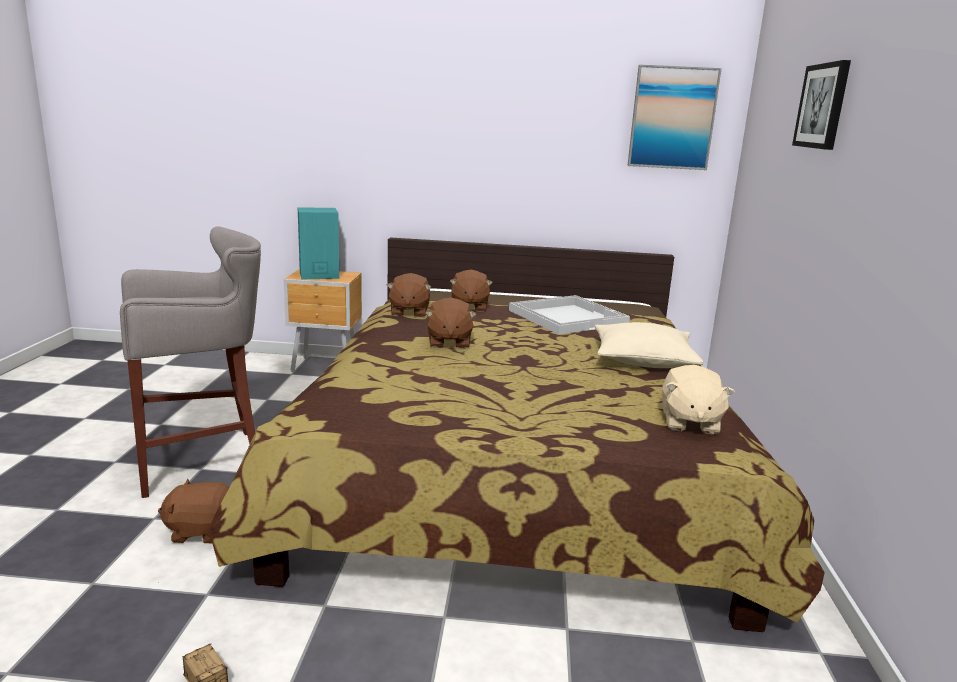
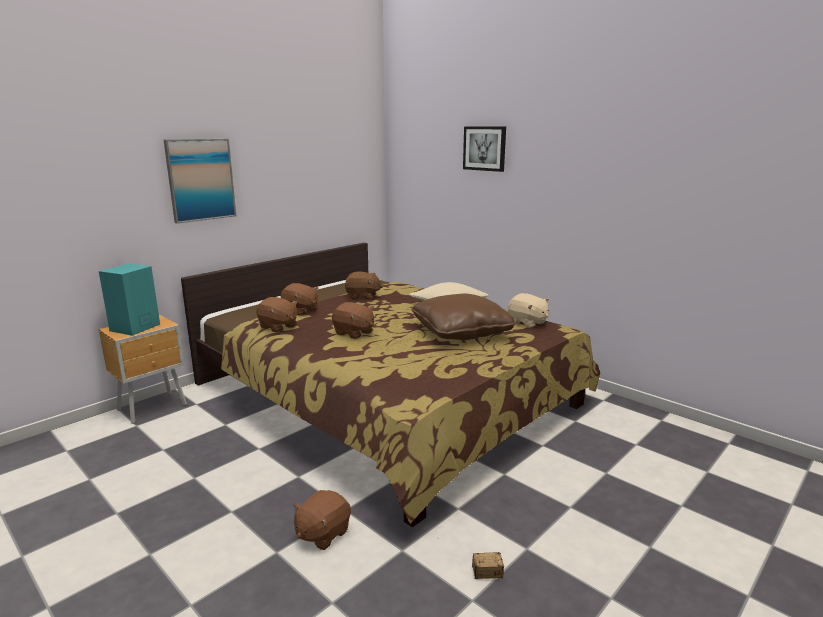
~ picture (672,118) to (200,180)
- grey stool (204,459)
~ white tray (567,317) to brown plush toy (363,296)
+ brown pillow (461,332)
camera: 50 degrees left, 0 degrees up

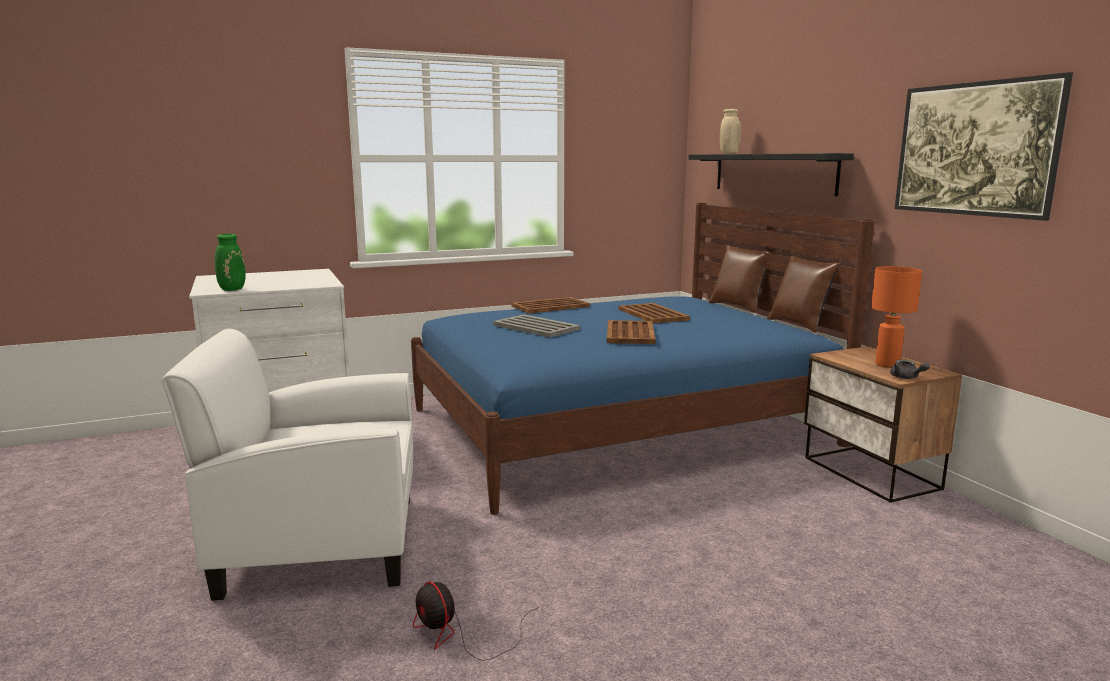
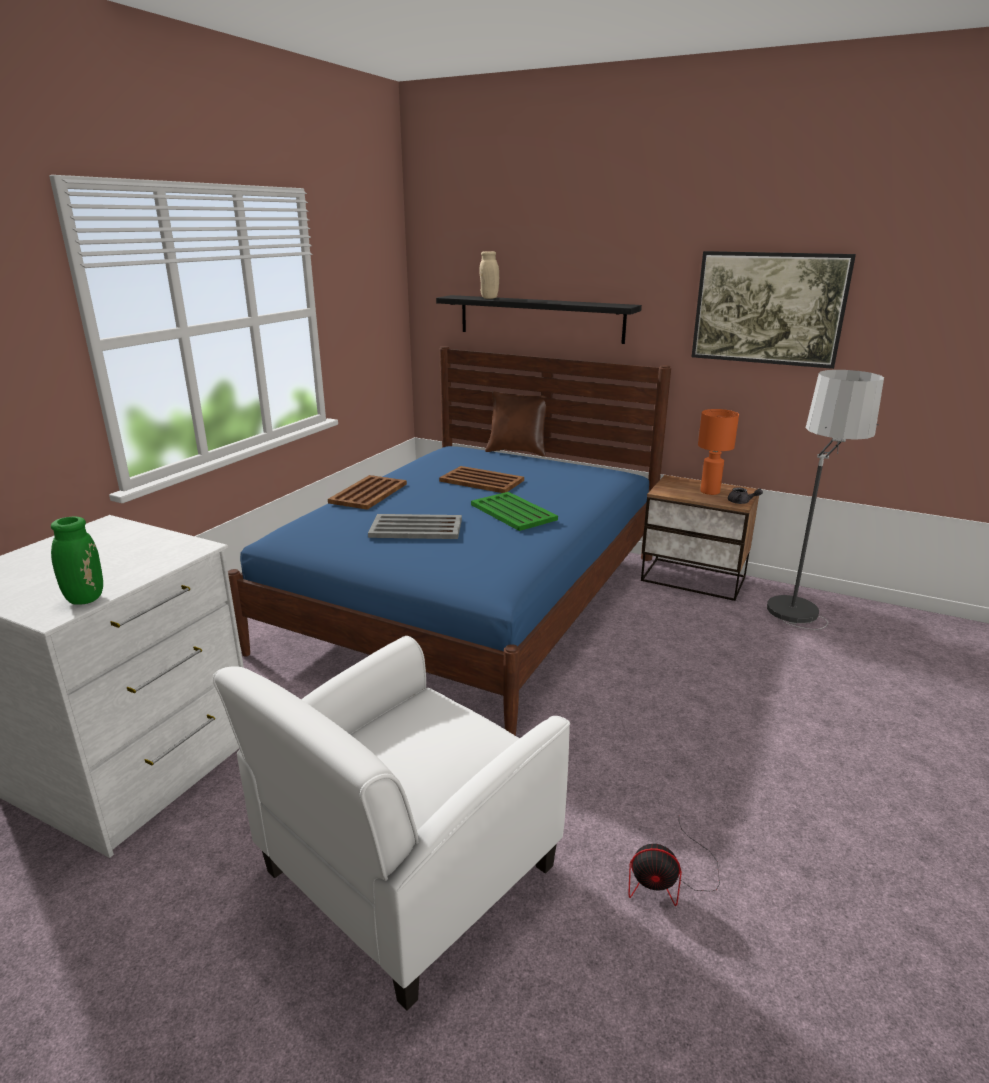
- brown pillow (800,325)
~ brown tray (630,333) to green tray (513,512)
+ floor lamp (795,632)
camera: 40 degrees left, 10 degrees up

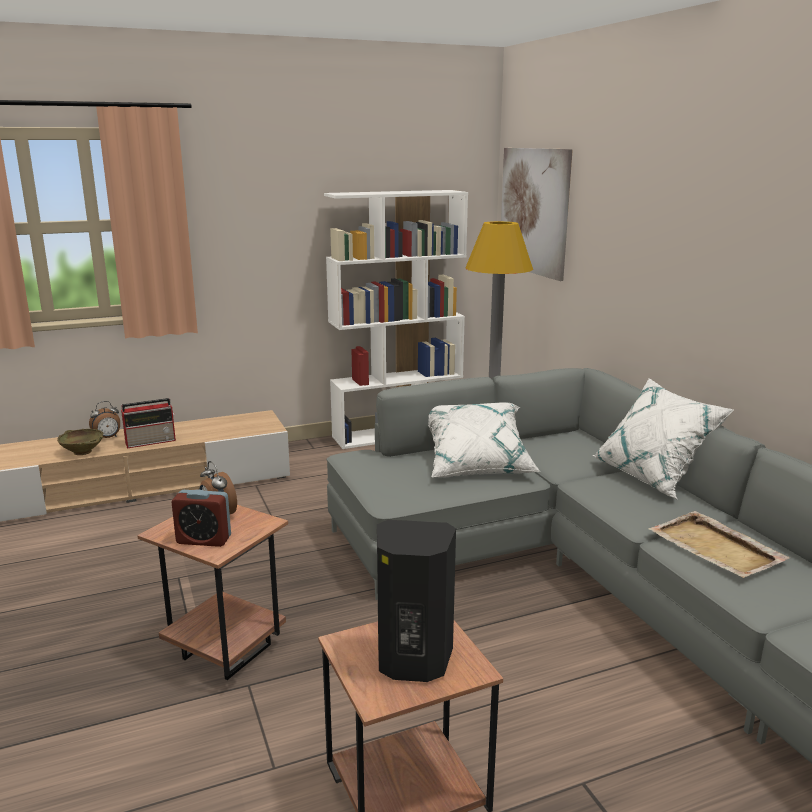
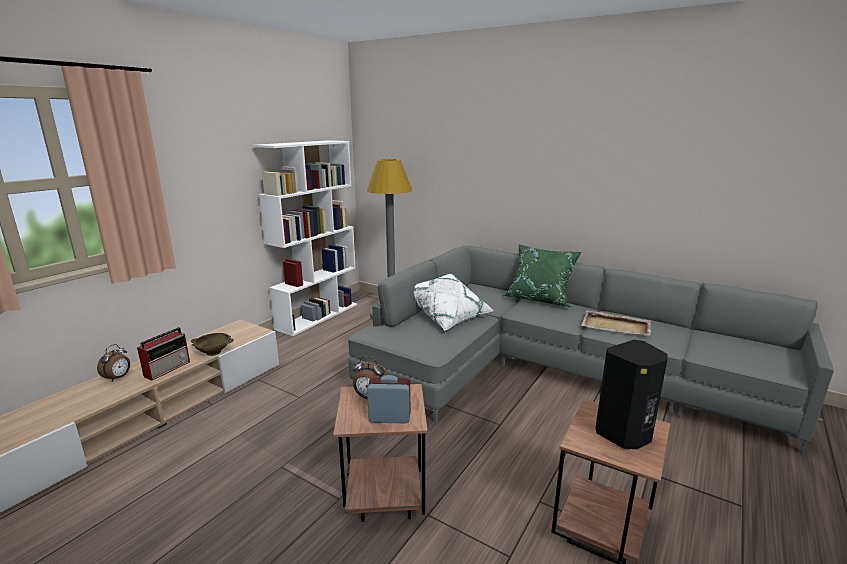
- picture (534,211)
~ white pillow (653,476) to green pillow (540,299)
~ beige bowl (82,452) to (213,352)
~ alarm clock (204,540) = (389,418) 150 degrees counterclockwise
camera: 35 degrees left, 0 degrees up

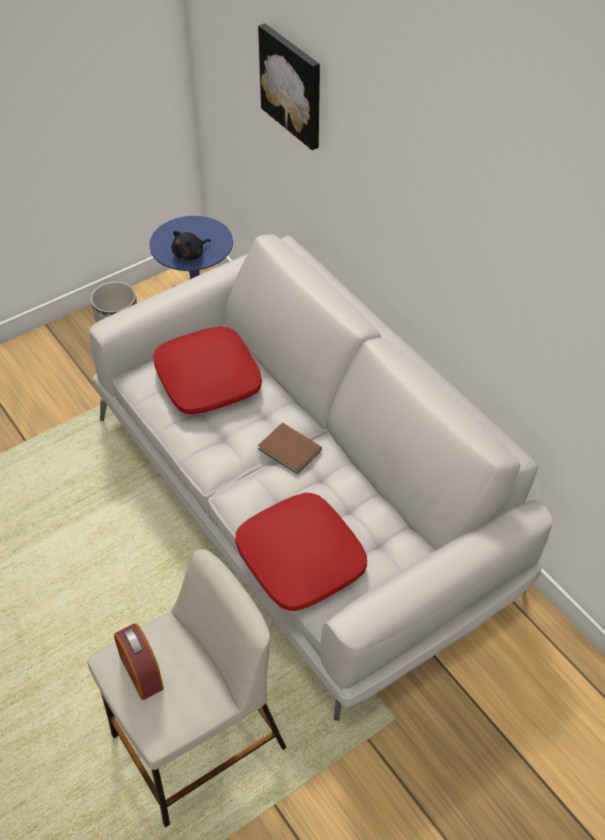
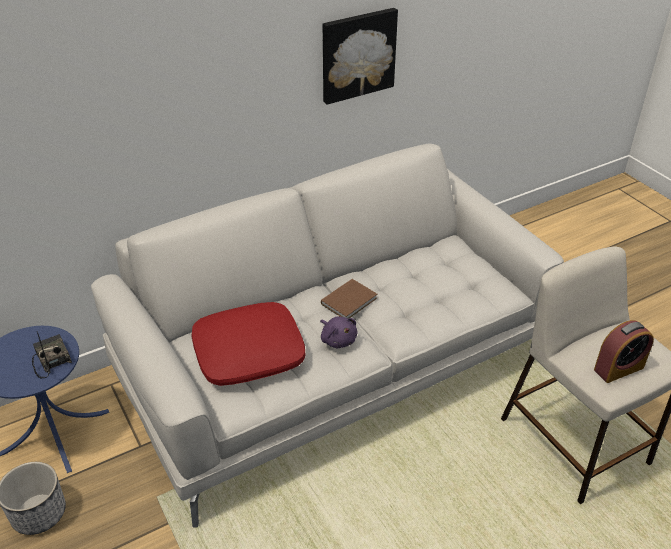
~ picture (293,85) to (357,55)
~ black plush toy (190,254) to radio (51,360)
- red pillow (301,559)
+ purple plush toy (338,339)
camera: 85 degrees left, 10 degrees down

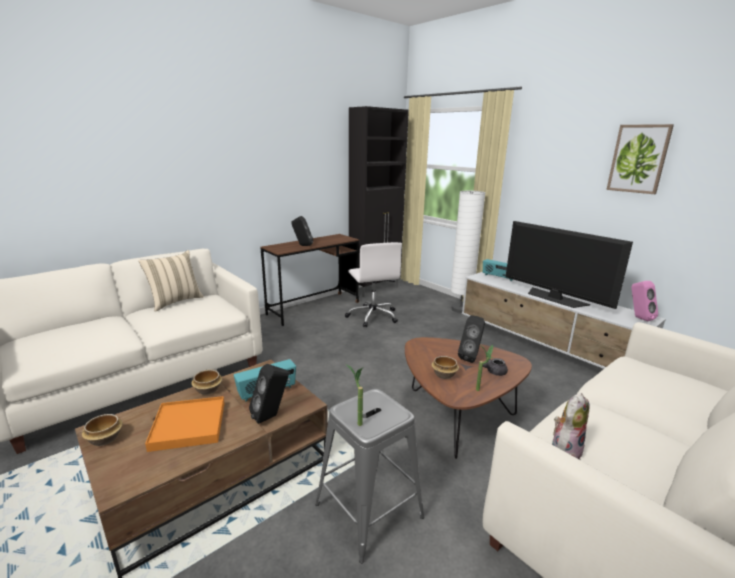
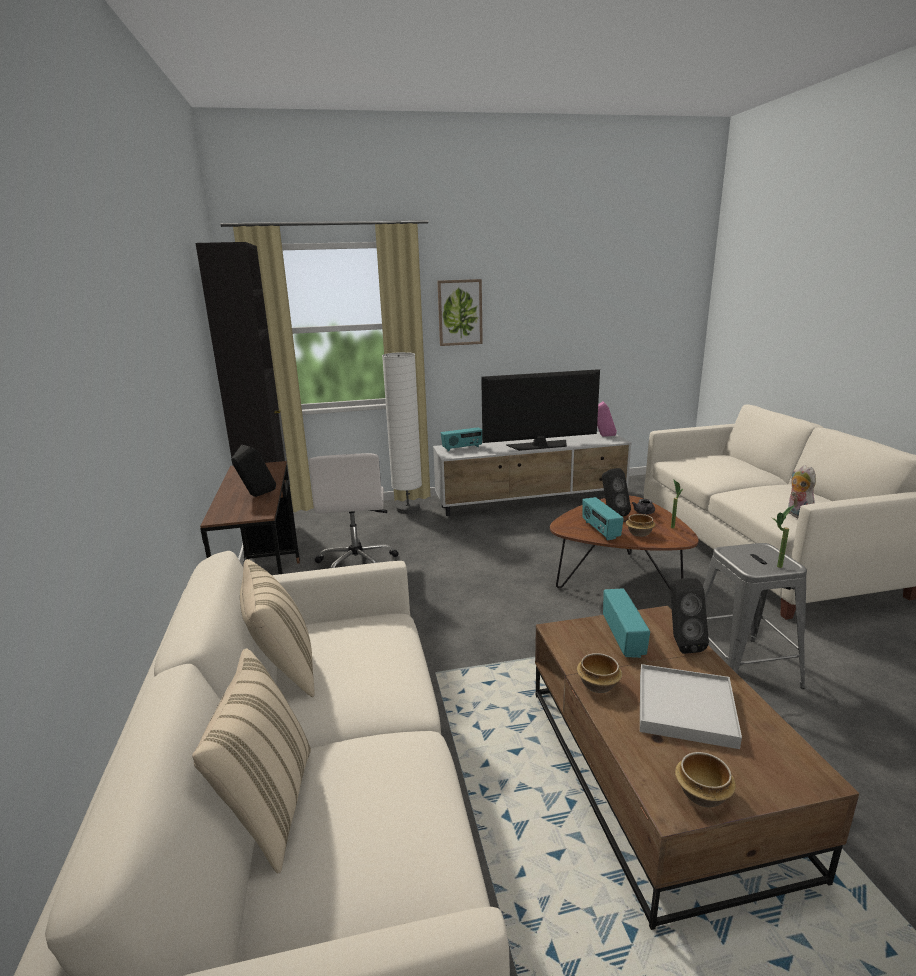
~ picture (638,159) to (460,312)
~ white office chair (372,316) = (357,563) 75 degrees clockwise
~ orange tray (188,426) to white tray (686,709)
+ radio (600,530)
+ beige pillow (268,807)
camera: 60 degrees left, 0 degrees up

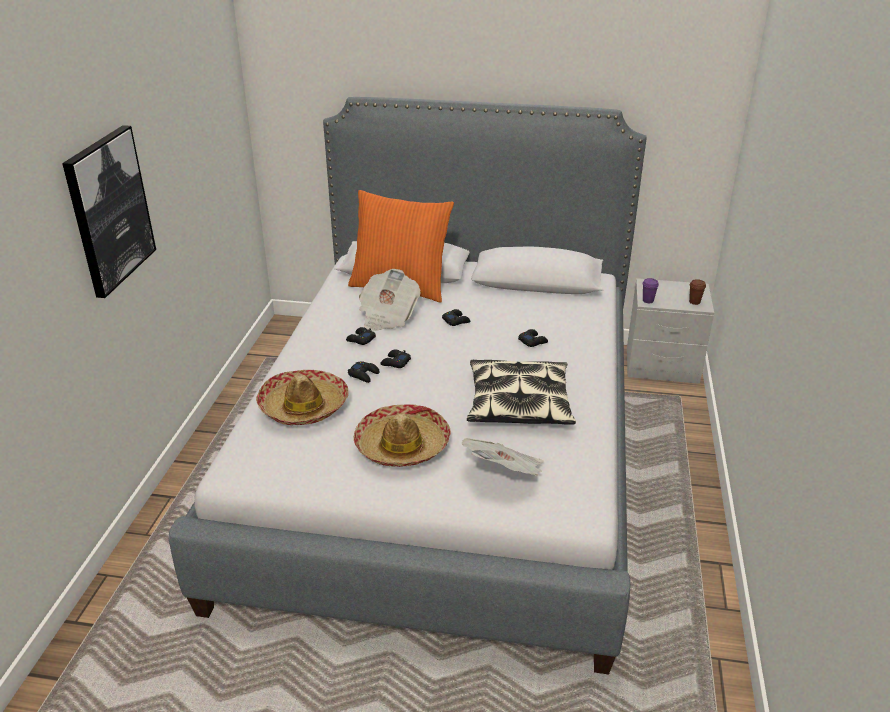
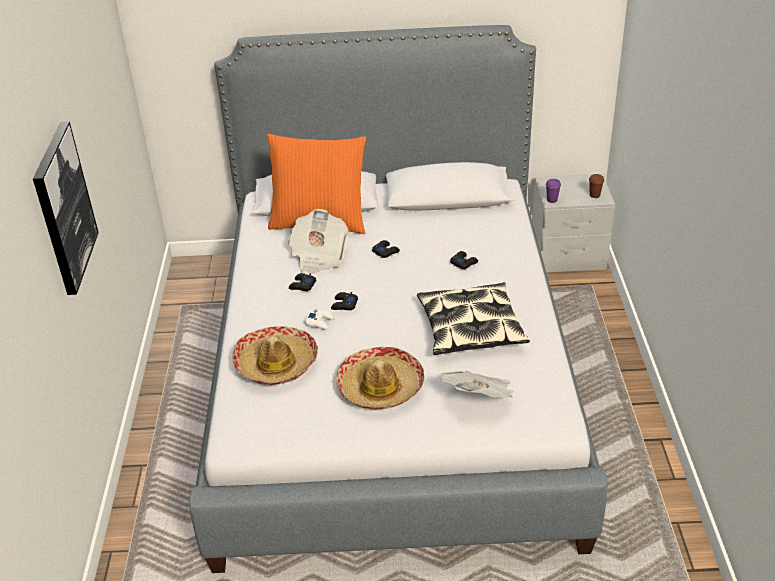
~ black game controller (364,375) to white game controller (319,322)
camera: 10 degrees left, 5 degrees up

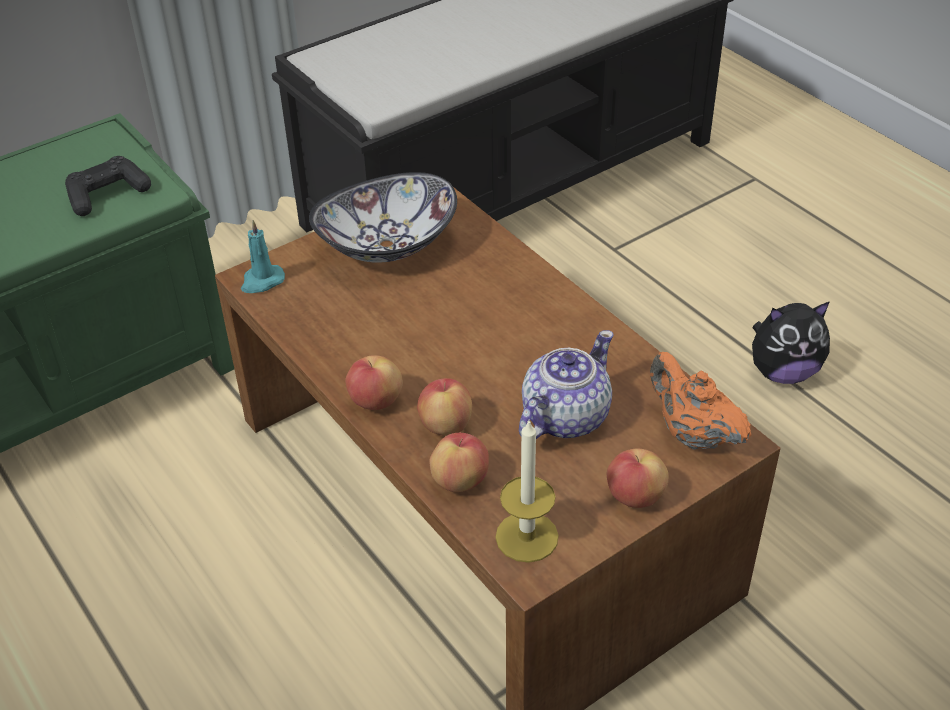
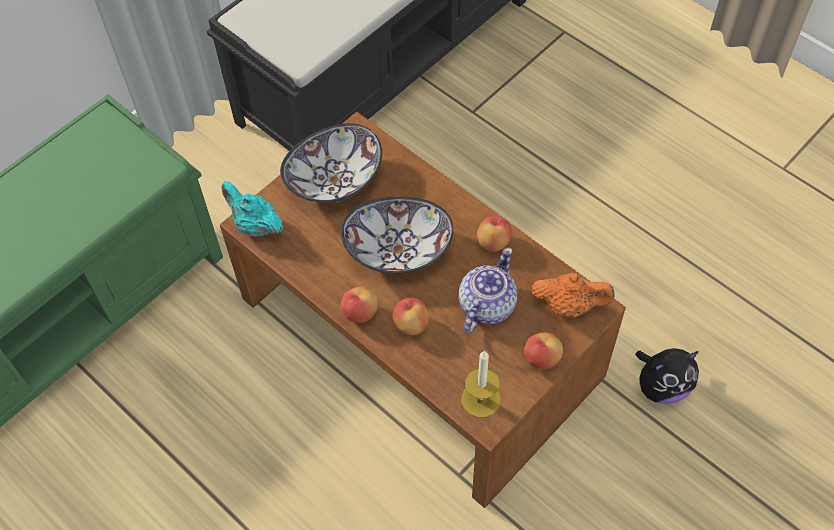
- black game controller (107,195)
~ turquoise candle (262,281) to turquoise teapot (255,225)
~ plush toy (783,372) to (661,386)
~ orange teapot (692,434) = (569,305) 150 degrees clockwise
~ apple (460,480) to (493,242)
+ bowl (398,250)
camera: 10 degrees left, 15 degrees up

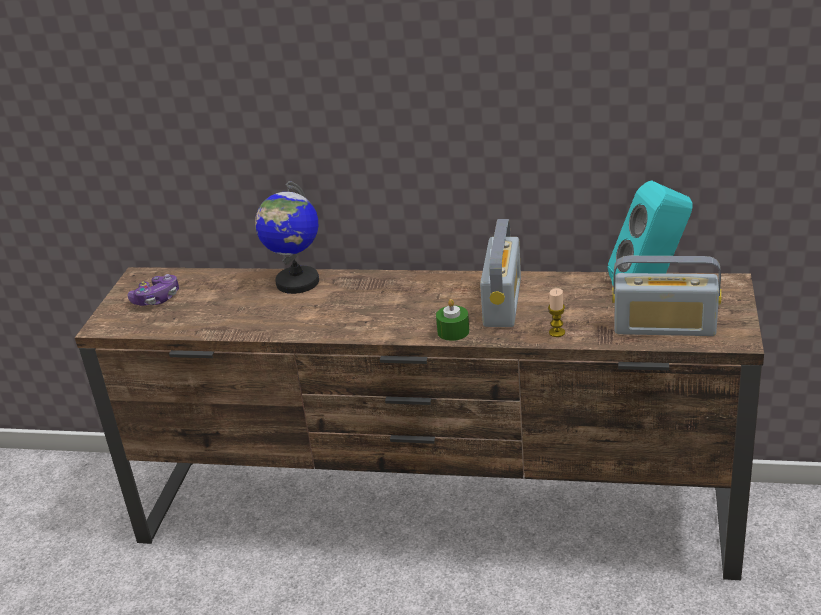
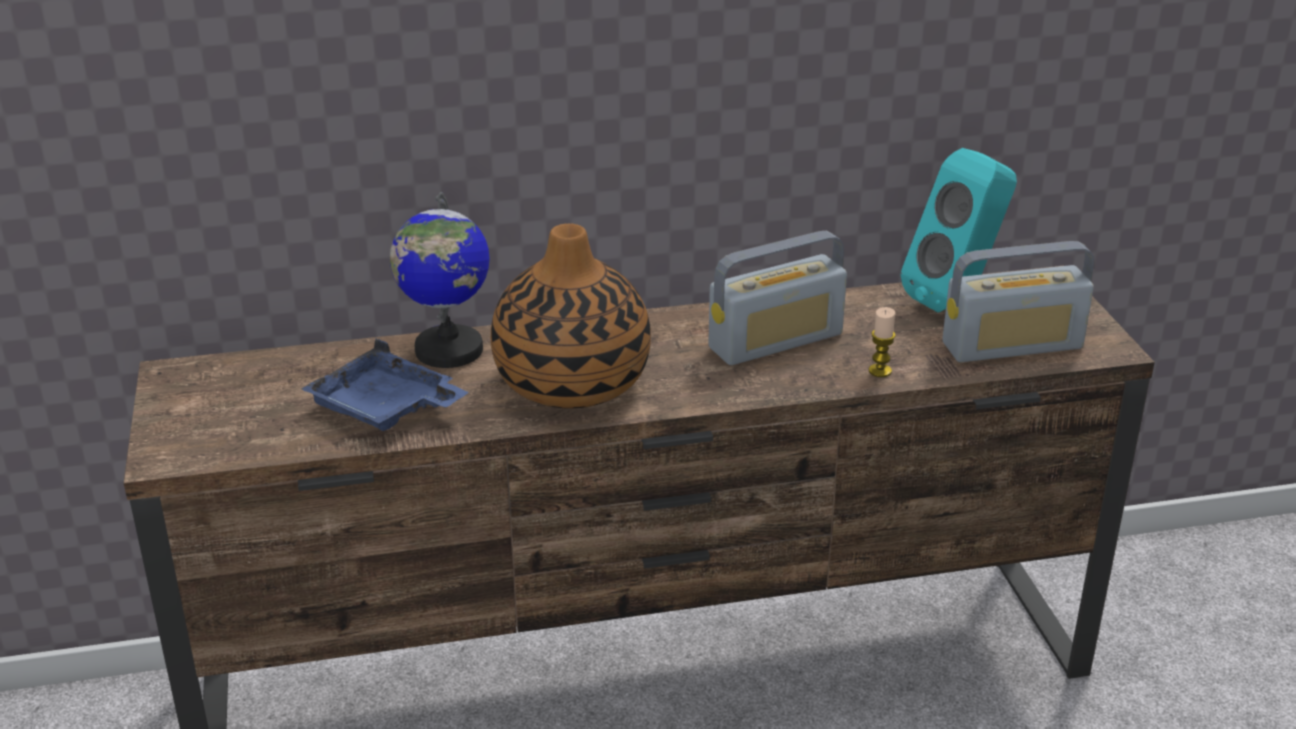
~ radio (502,302) = (776,341) 75 degrees clockwise
- game controller (157,299)
- green candle (453,331)
+ vase (571,383)
+ blue tray (385,408)
camera: 25 degrees left, 0 degrees up

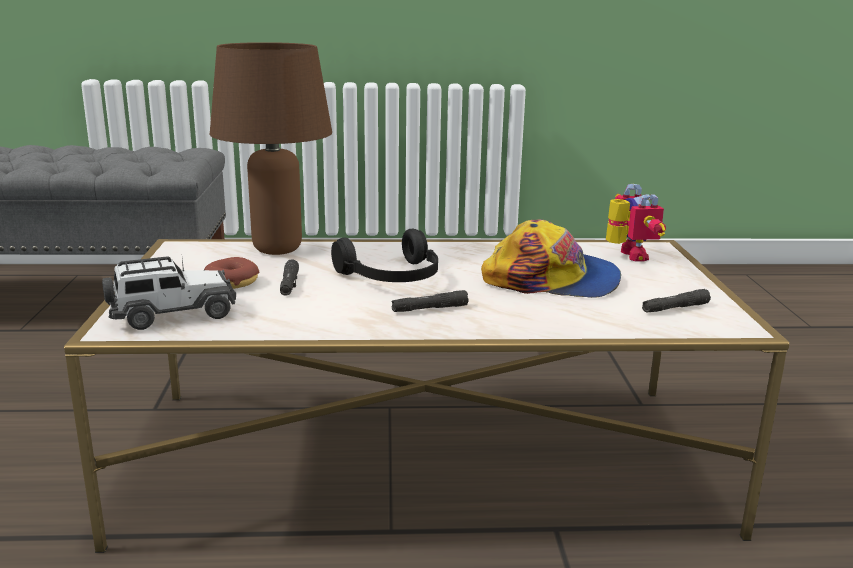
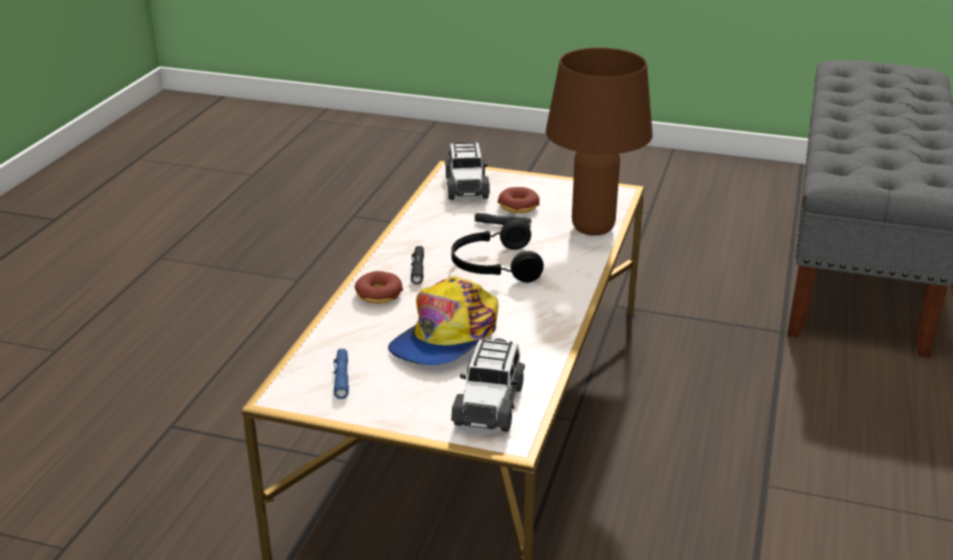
~ toy robot (626,255) to toy car (489,403)
~ black flashlight (675,308) to blue flashlight (341,378)
+ donut (378,295)
camera: 110 degrees right, 10 degrees up

